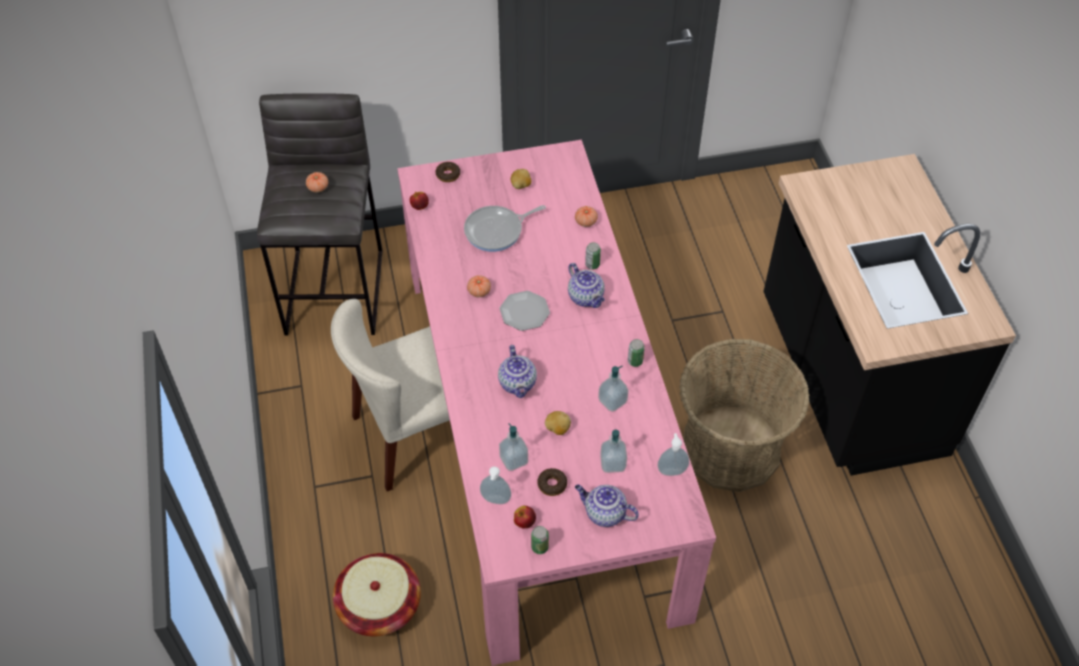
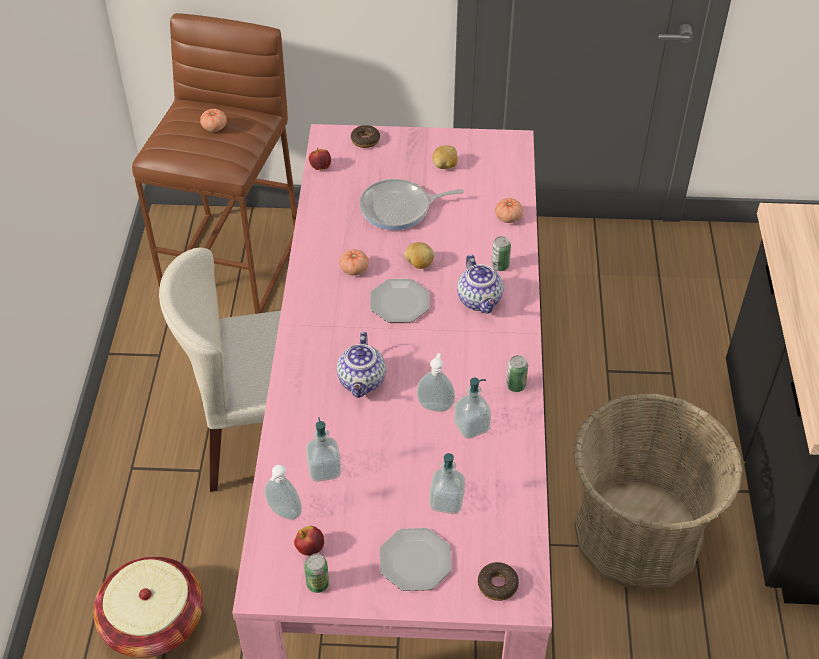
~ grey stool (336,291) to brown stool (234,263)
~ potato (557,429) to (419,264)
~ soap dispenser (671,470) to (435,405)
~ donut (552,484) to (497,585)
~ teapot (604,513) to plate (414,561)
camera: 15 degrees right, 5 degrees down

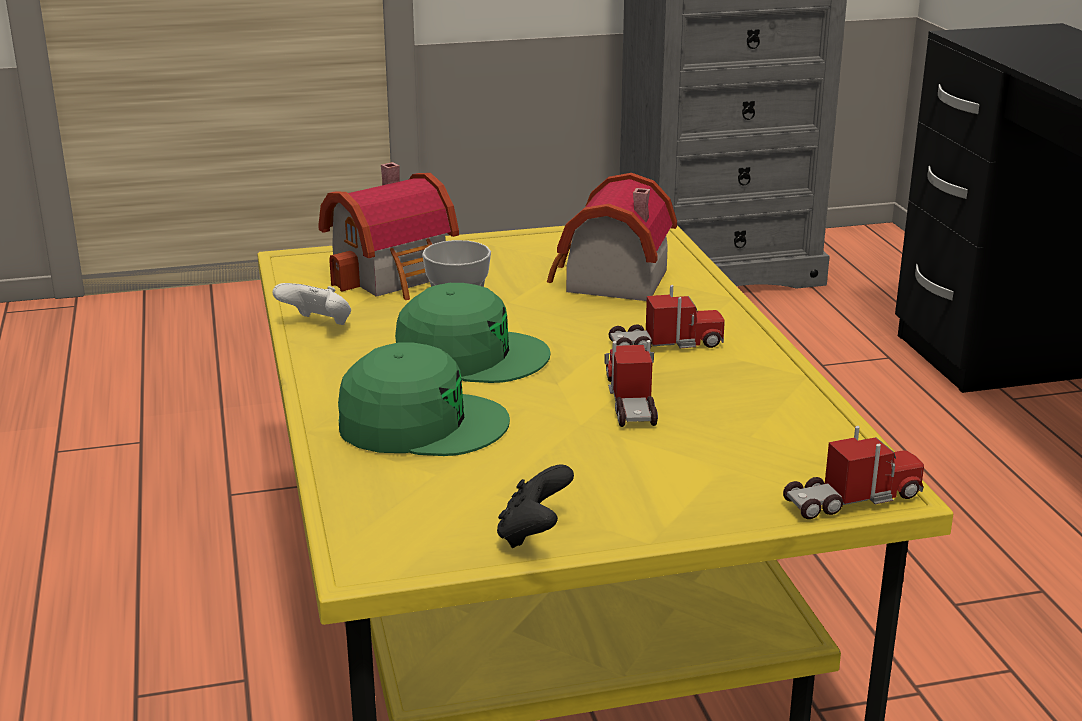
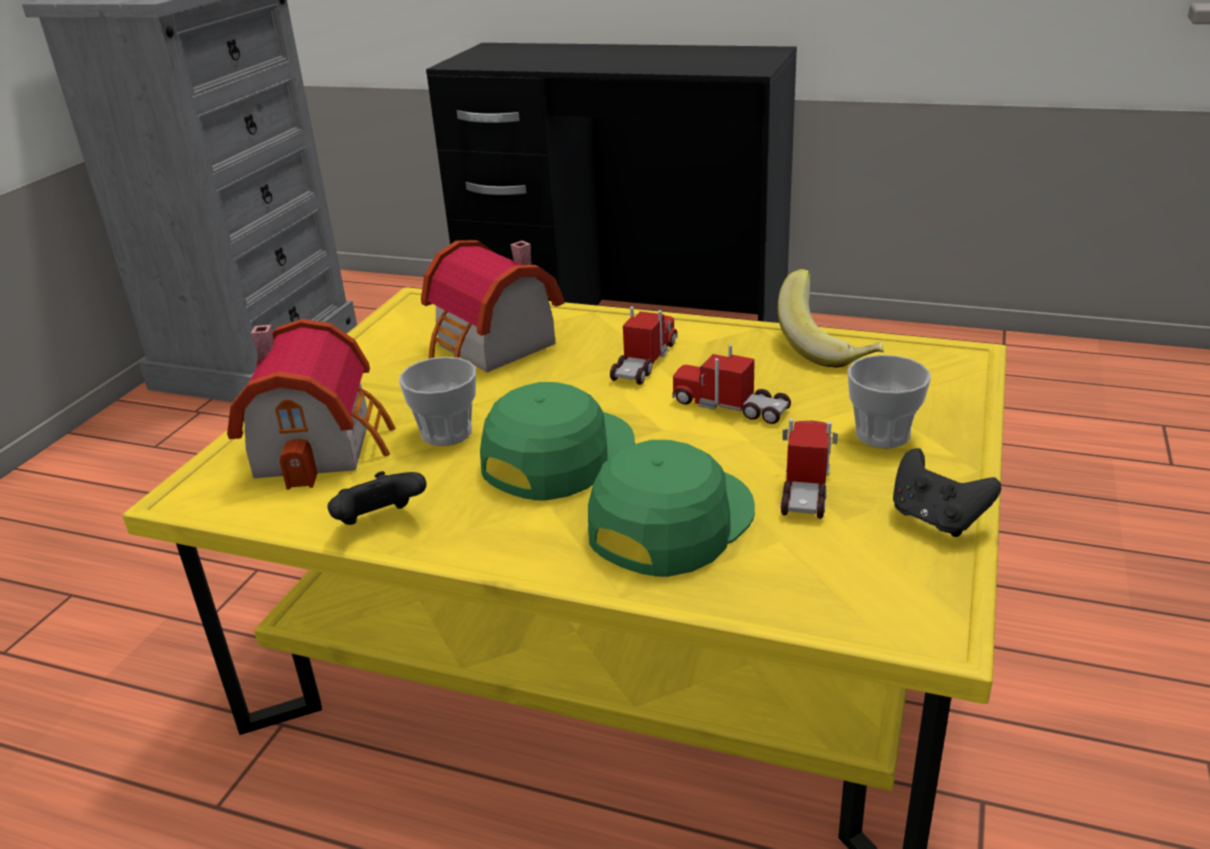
~ white game controller (318,325) to black game controller (380,522)
~ toy truck (852,499) to (806,483)
+ banana (828,348)
+ cup (882,434)
camera: 55 degrees left, 5 degrees up

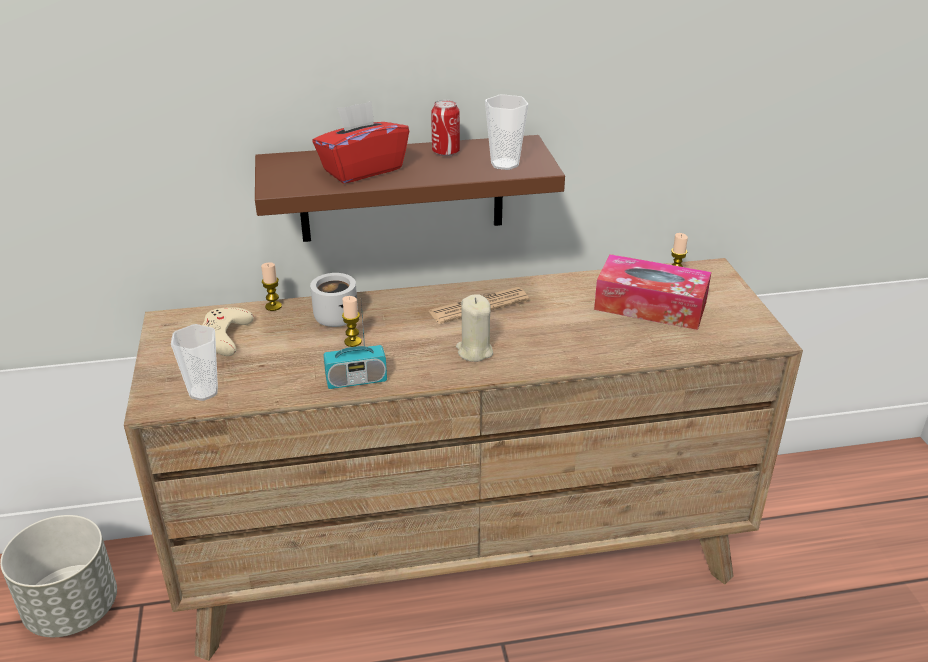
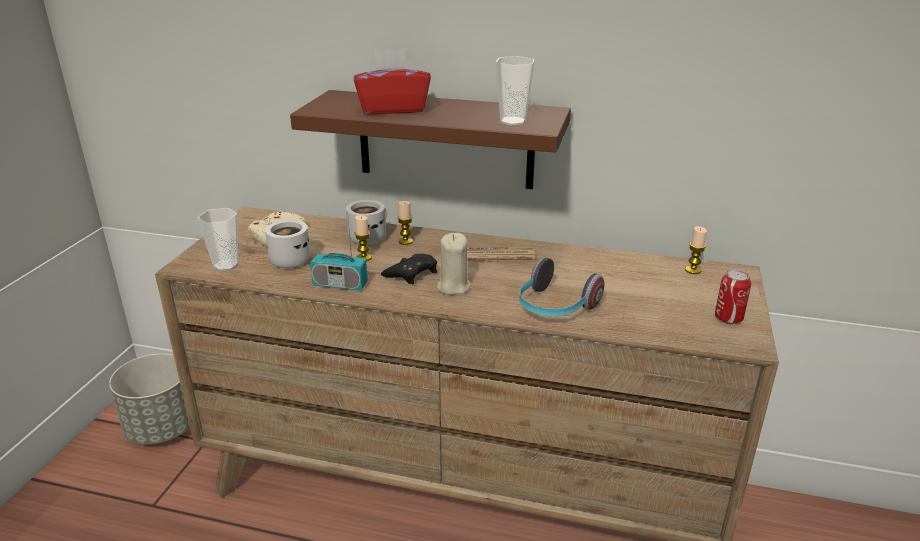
~ can (445,152) to (728,318)
- tissue box (650,306)
~ candle (273,306) to (405,241)
+ white mug (289,259)
+ black game controller (412,273)
+ headphones (554,308)
camera: 25 degrees right, 5 degrees down

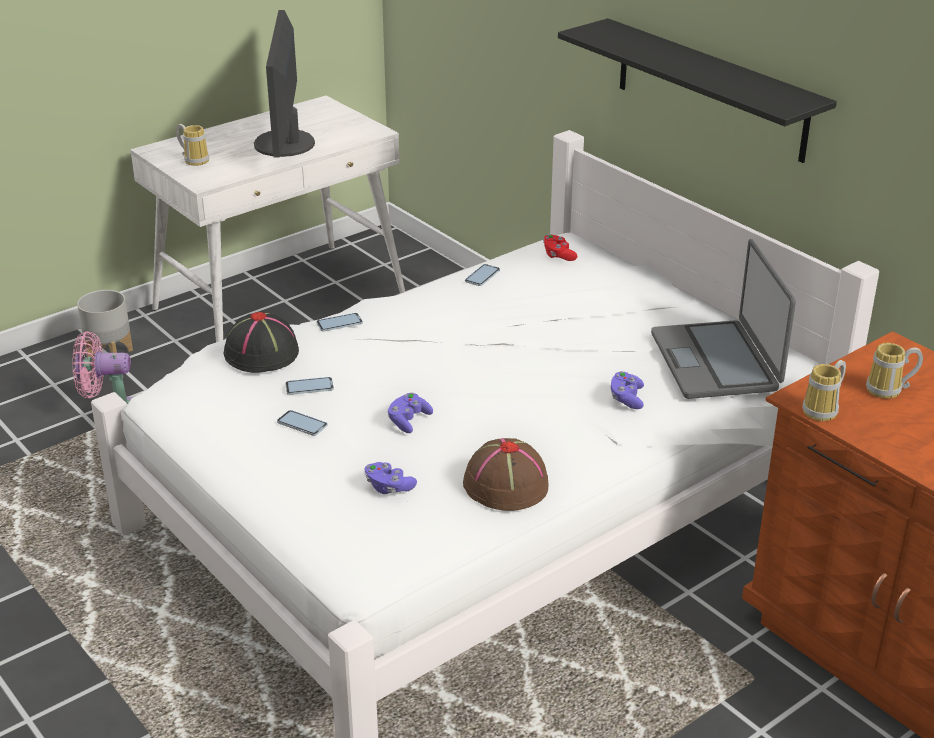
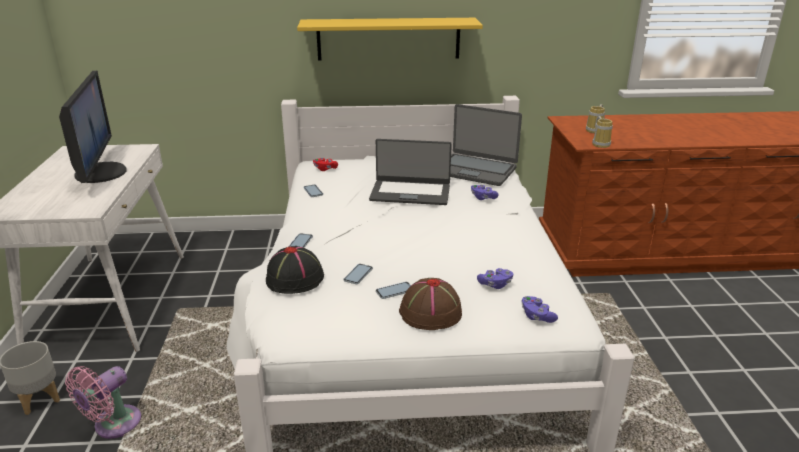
~ monitor (286,144) = (99,173) 135 degrees counterclockwise
~ black shelf (710,90) to yellow shelf (388,39)
- mug (195,160)
~ purple game controller (408,421) to (537,316)
~ brown hat (505,485) to (430,313)
+ laptop (410,192)
camera: 55 degrees left, 5 degrees down

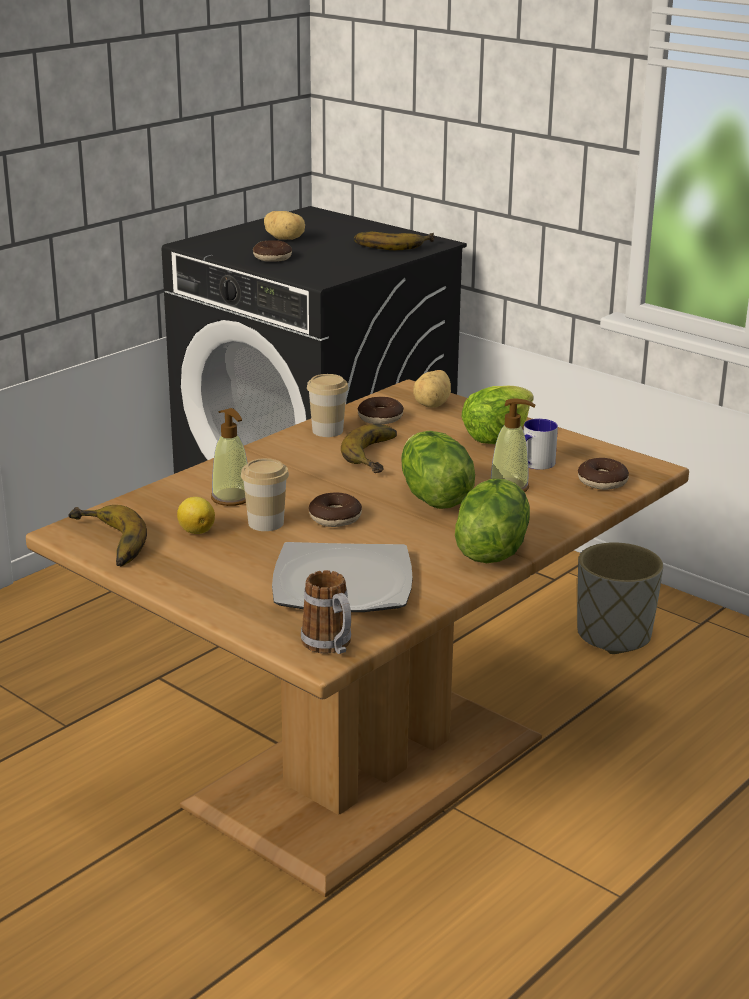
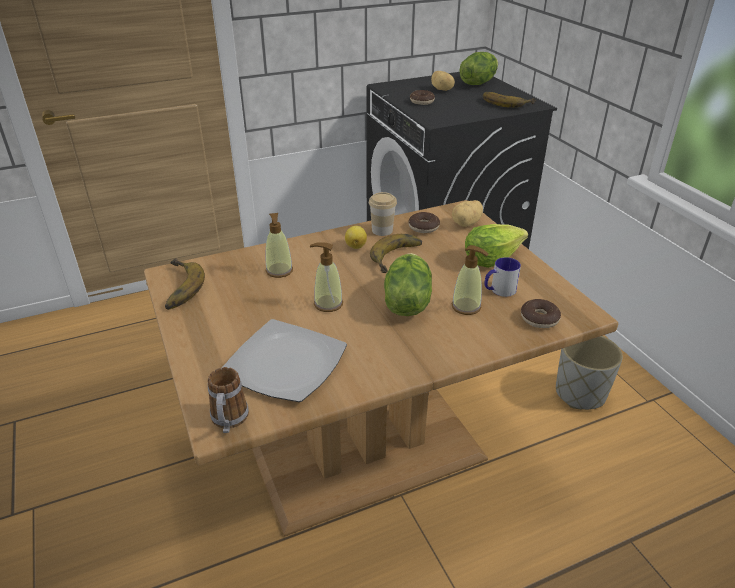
- cup (266,523)
~ lettuce (490,550) to (477,83)
~ donut (335,518) to soap dispenser (328,304)
~ lemon (196,530) to (356,246)
camera: 25 degrees right, 10 degrees up

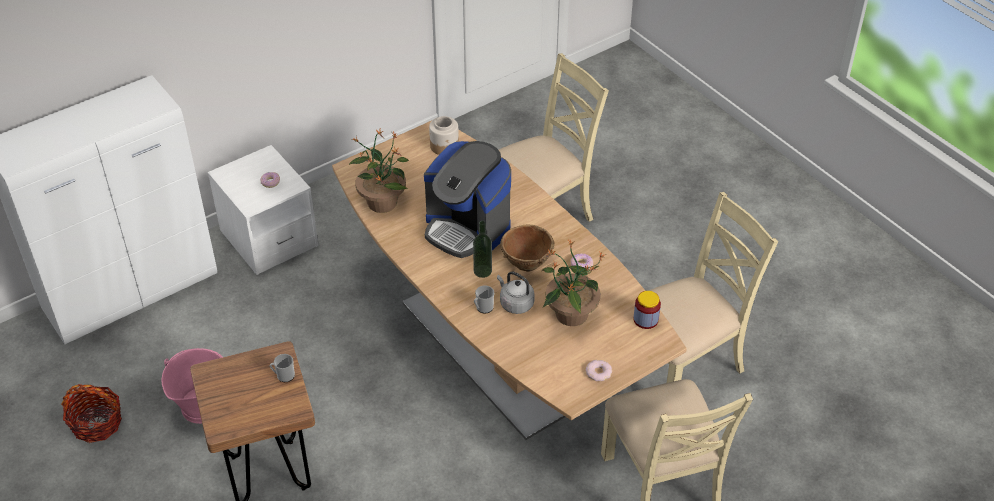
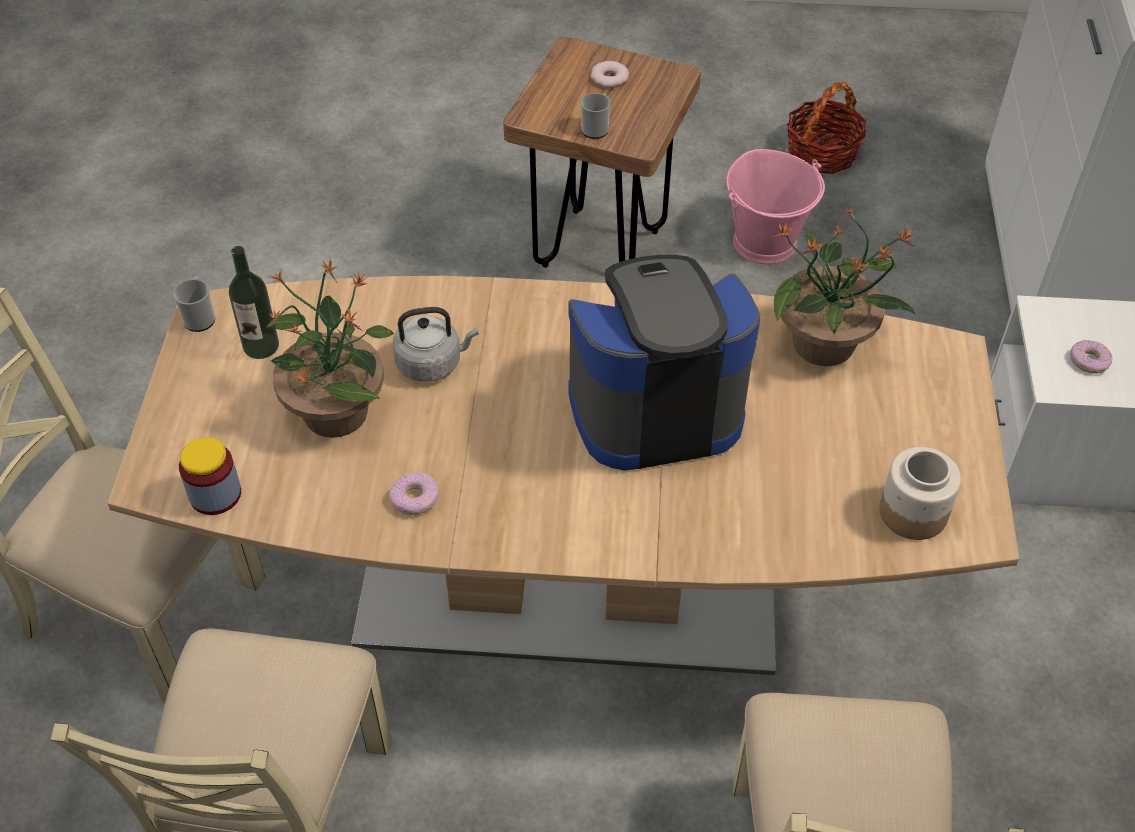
~ bottle (482,271) to (261,346)
- brown bowl (526,263)
~ mug (483,308) to (200,317)
~ donut (598,372) to (609,78)
camera: 130 degrees right, 5 degrees up

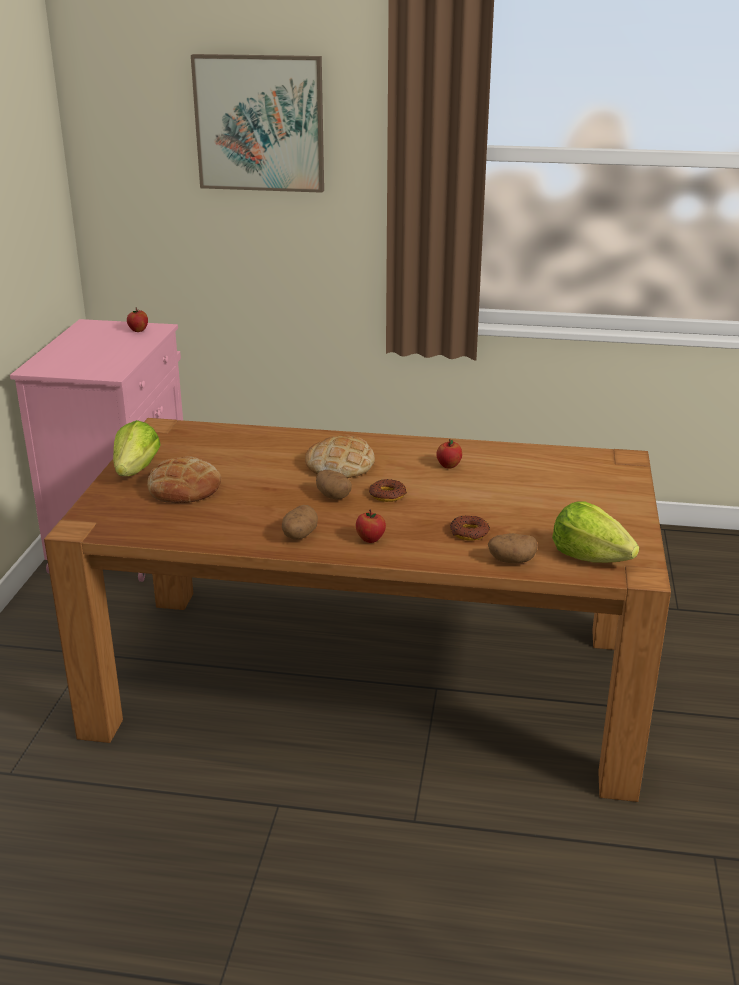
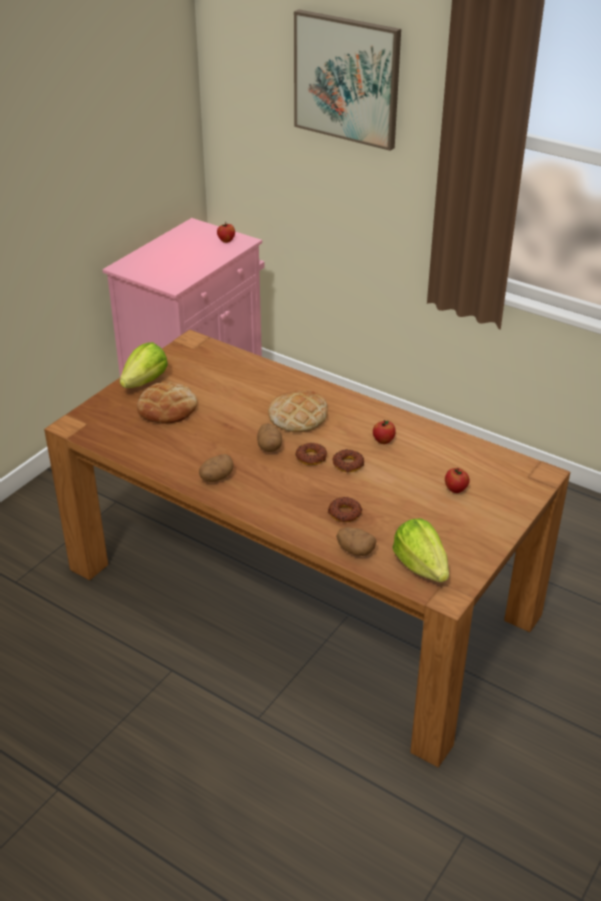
~ apple (370,539) to (455,489)
+ donut (348,464)
camera: 25 degrees right, 10 degrees up

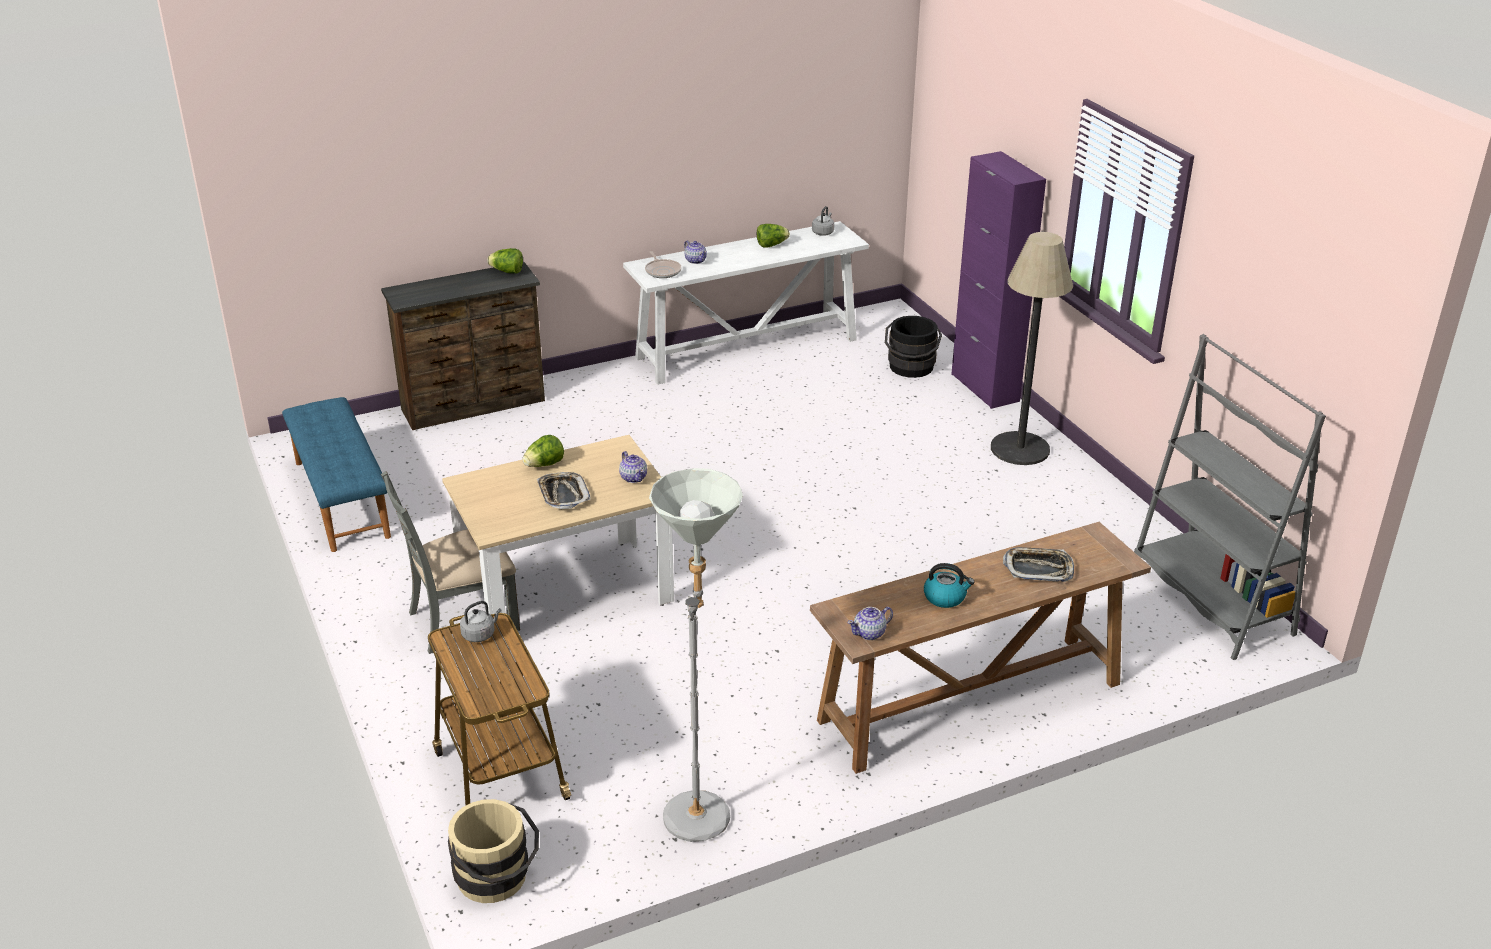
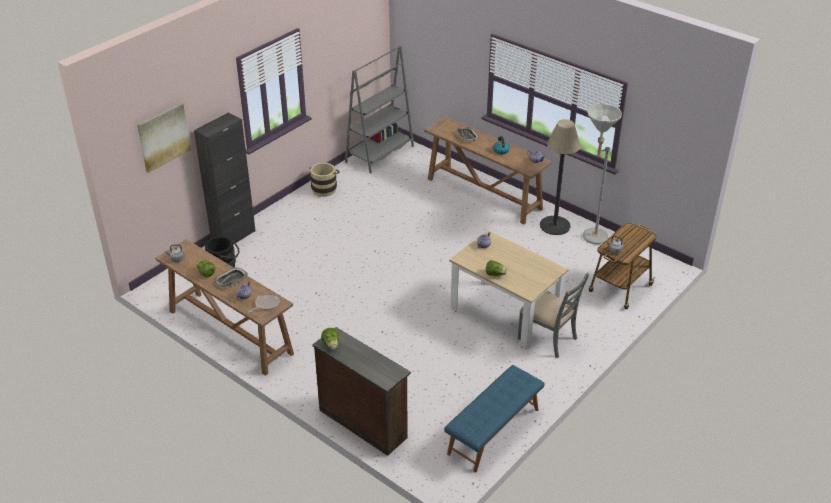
~ purple cabinet (985,388) to black cabinet (233,237)
~ white console table (748,348) to brown console table (229,332)
~ floor lamp (1020,449) to (555,225)
~ tray (563,494) to (231,280)
~ beige bucket (497,880) to (325,188)
+ picture (163,137)
camera: 115 degrees left, 5 degrees up

